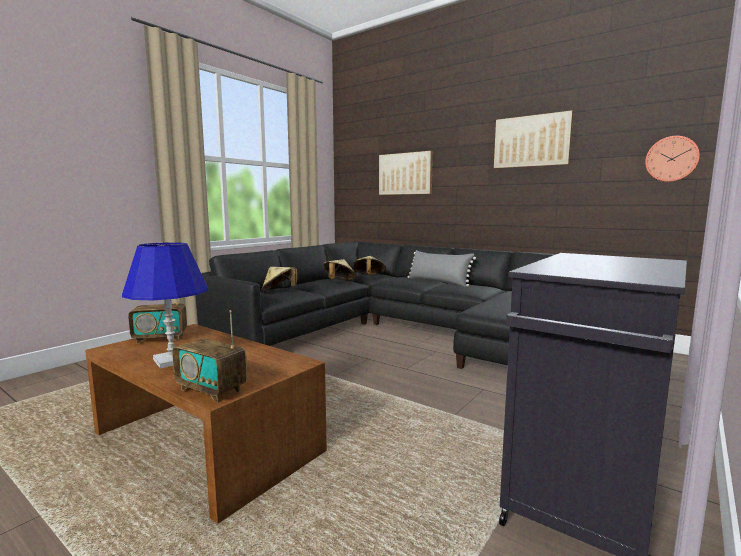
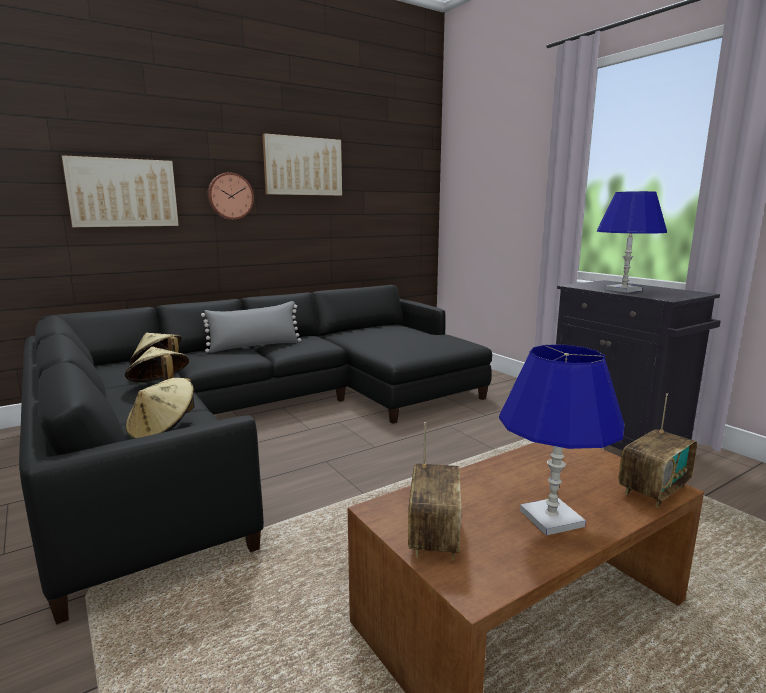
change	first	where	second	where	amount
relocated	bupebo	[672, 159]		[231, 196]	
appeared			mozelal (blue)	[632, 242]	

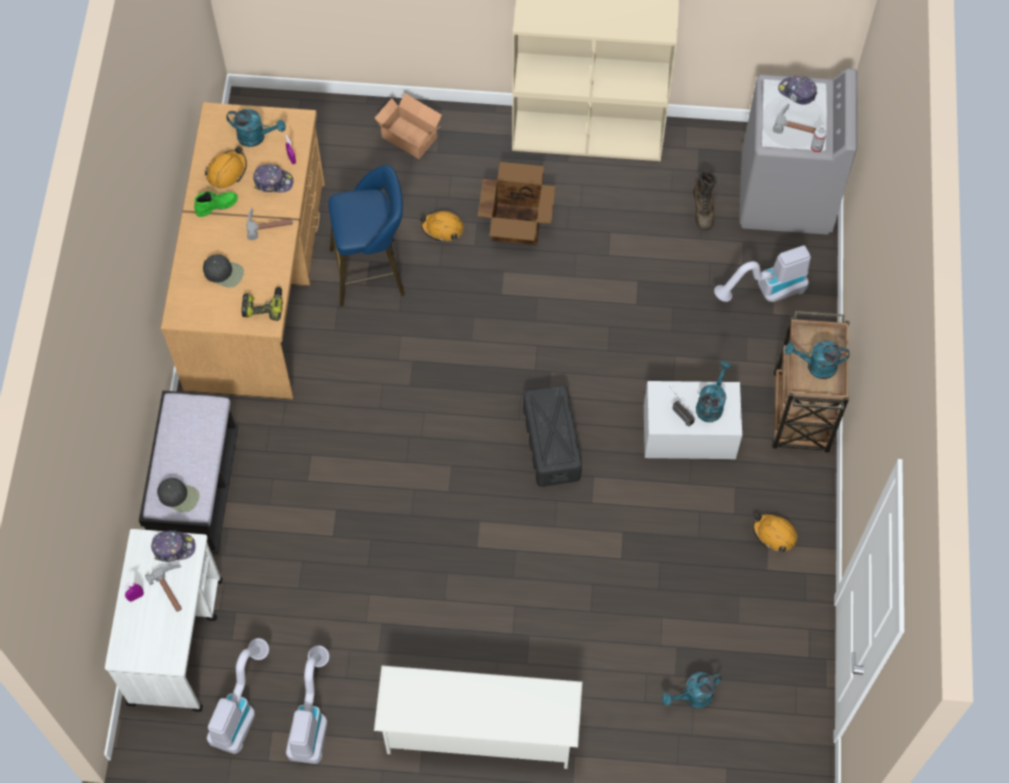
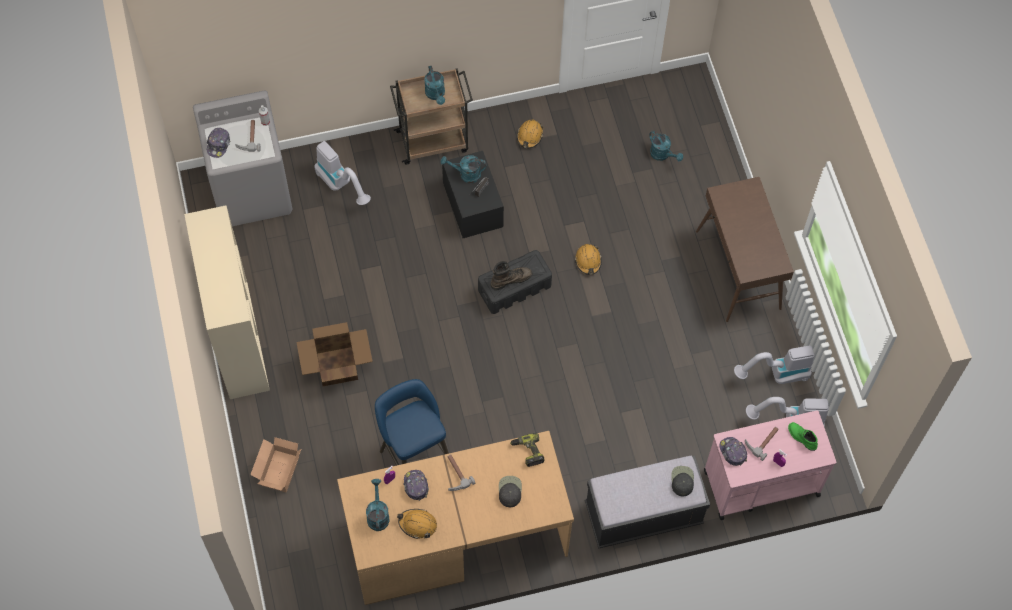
change	first	where	second	where	amount
colour	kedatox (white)	[164, 620]	kedatox (pink)	[770, 465]	
relocated	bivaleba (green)	[216, 204]		[803, 436]	
exchanged	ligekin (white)	[478, 717]	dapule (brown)	[745, 249]	
relocated	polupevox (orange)	[441, 226]		[588, 259]	
colour	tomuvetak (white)	[693, 420]	tomuvetak (black)	[473, 194]	
relocated	bivaleba (brown)	[705, 200]		[511, 276]	

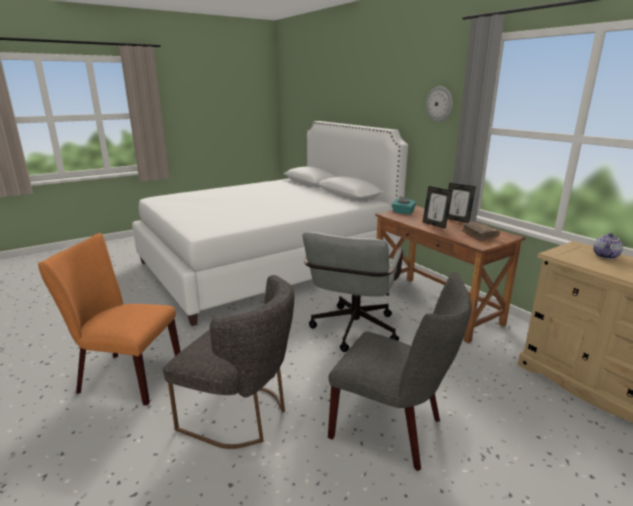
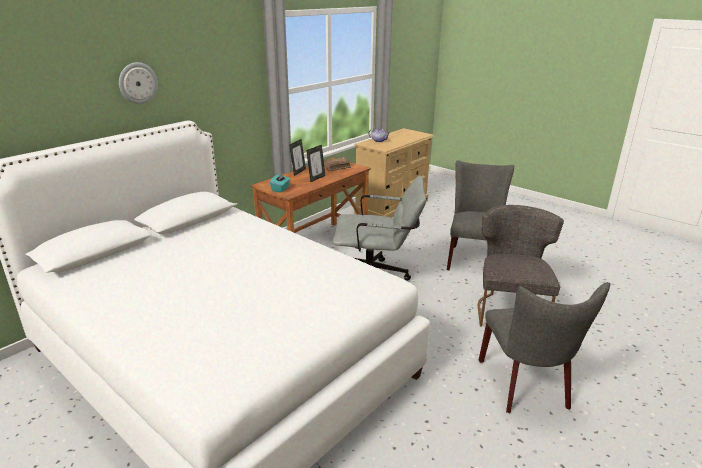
change	first	where	second	where	amount
colour	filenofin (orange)	[109, 319]	filenofin (grey)	[544, 347]	
relocated	bupebo	[439, 104]		[138, 83]	

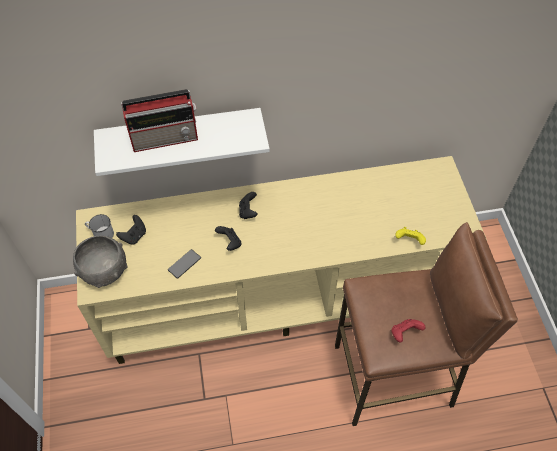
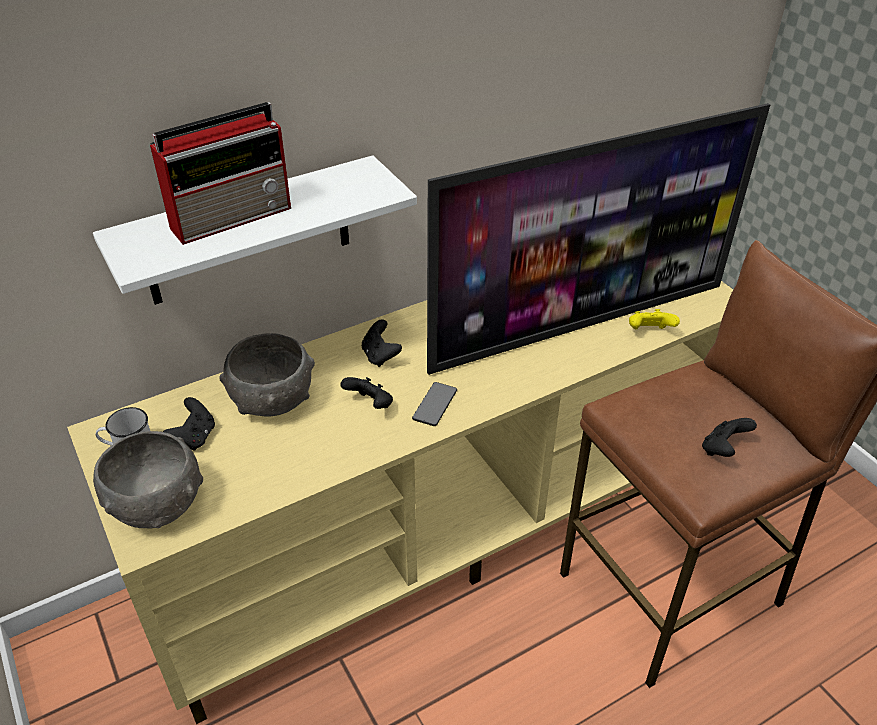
change	first	where	second	where	amount
relocated	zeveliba	[184, 264]		[434, 404]	
colour	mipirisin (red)	[408, 331]	mipirisin (black)	[729, 437]	
appeared			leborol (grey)	[267, 374]	
appeared			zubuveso	[598, 239]	

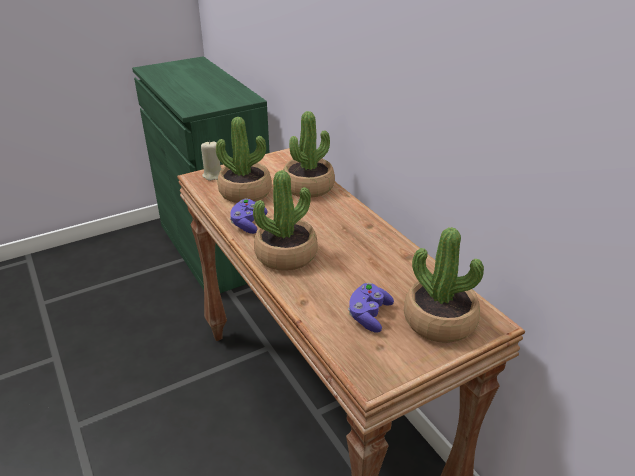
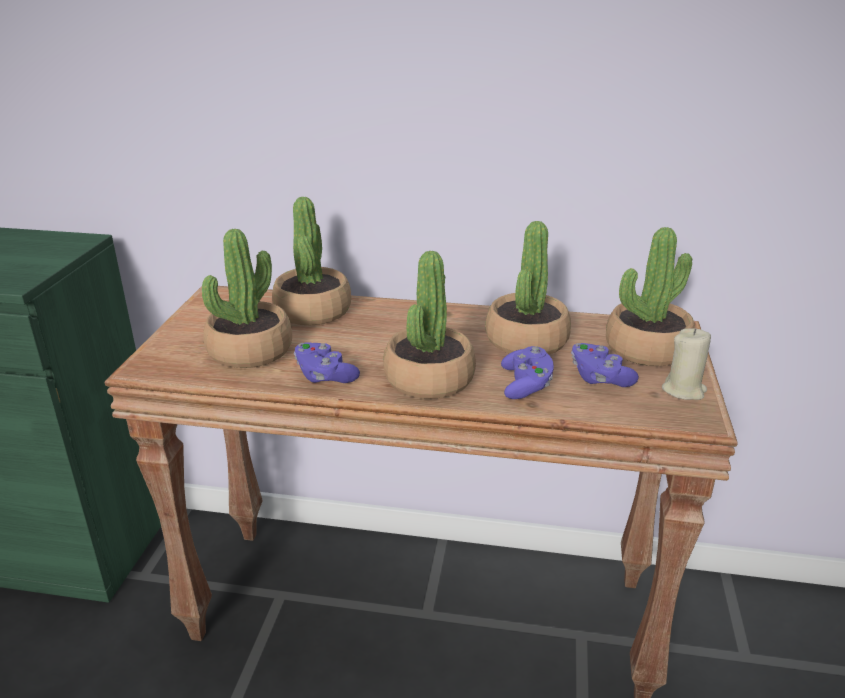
change	first	where	second	where	amount
relocated	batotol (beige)	[211, 161]		[686, 364]	
appeared			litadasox	[528, 287]	
appeared			mipirisin (purple)	[527, 372]	

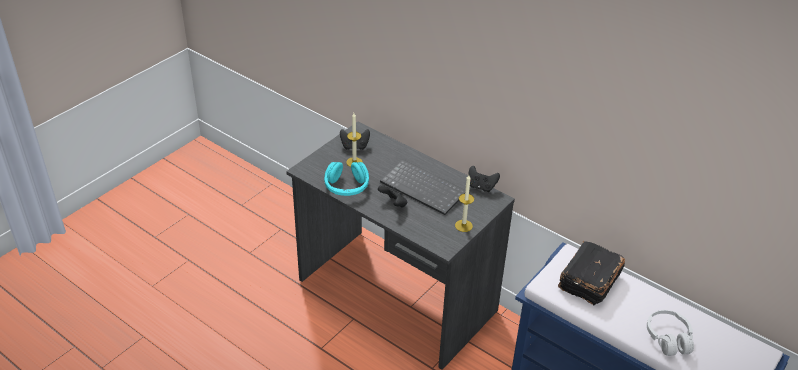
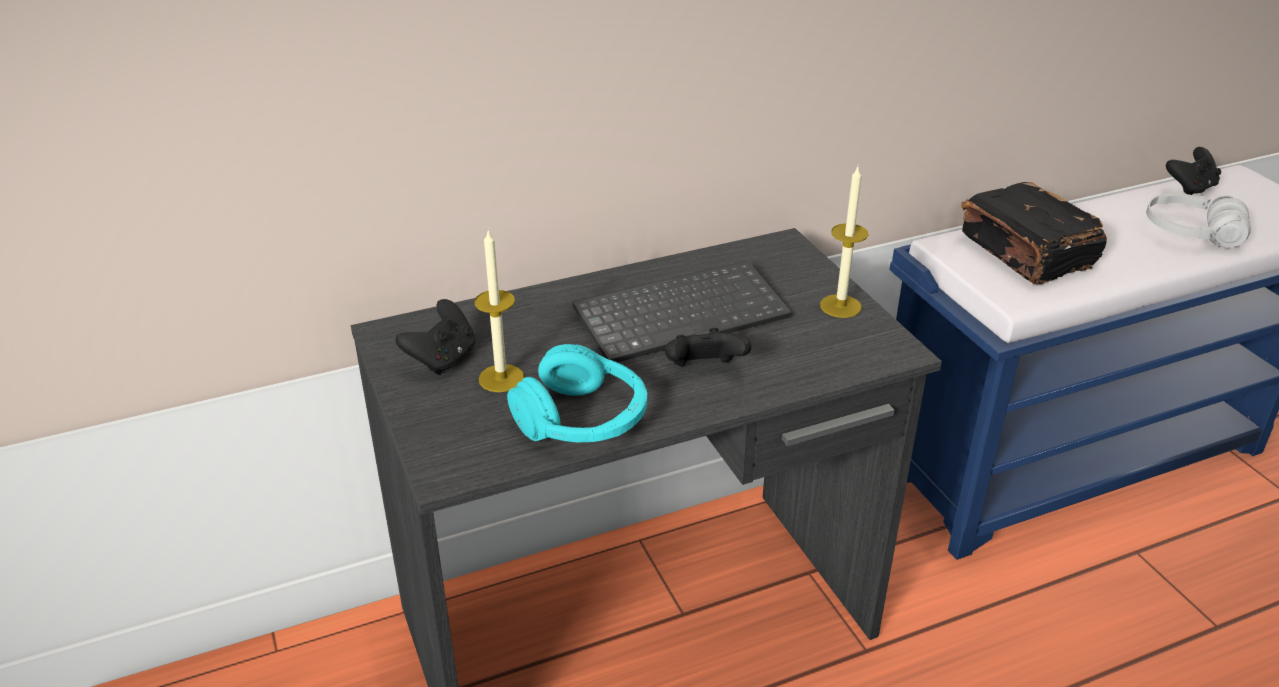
change	first	where	second	where	amount
relocated	mipirisin (black)	[484, 179]		[1193, 171]	

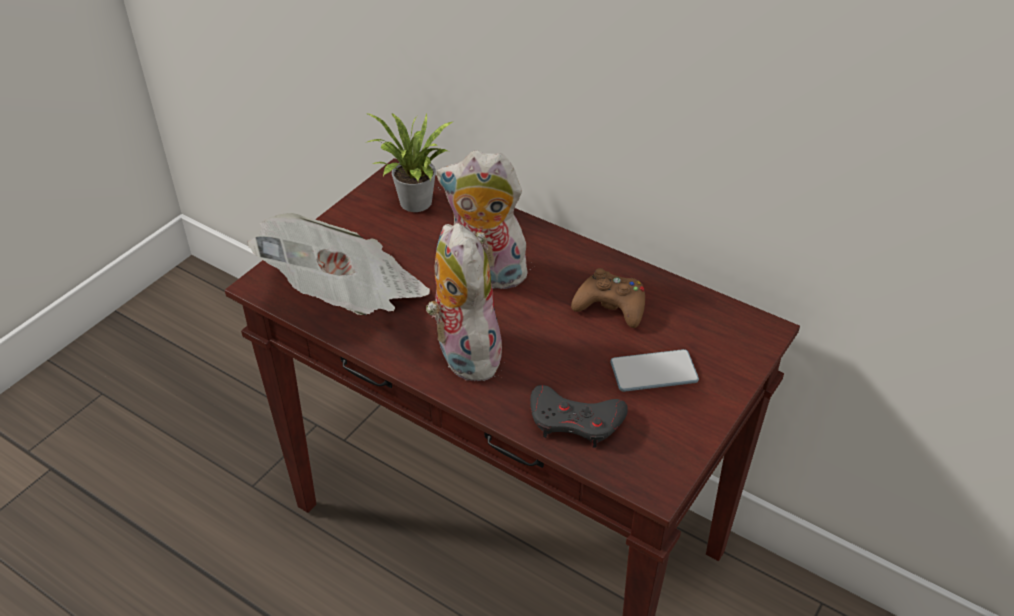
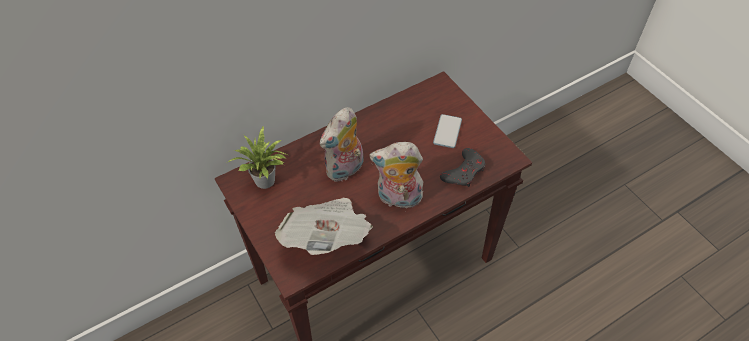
change	first	where	second	where	amount
missing	mipirisin (brown)	[608, 298]			

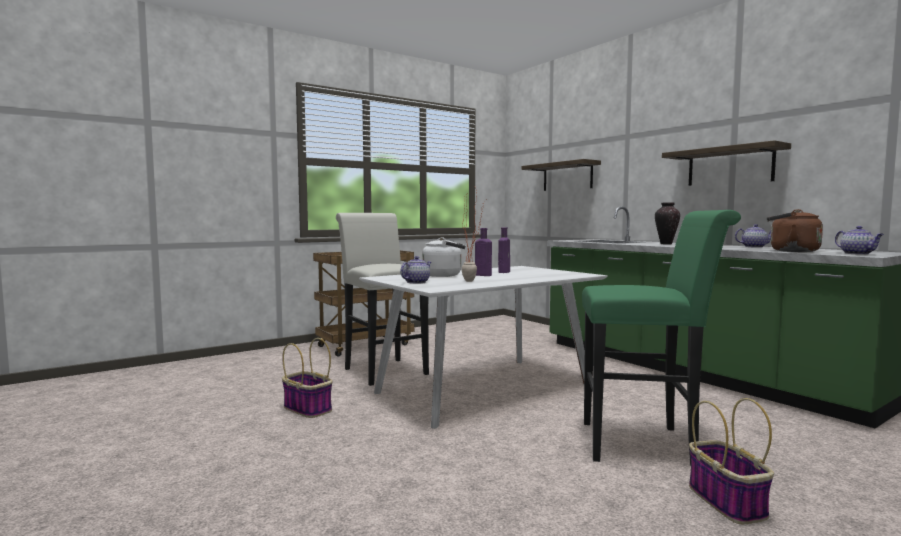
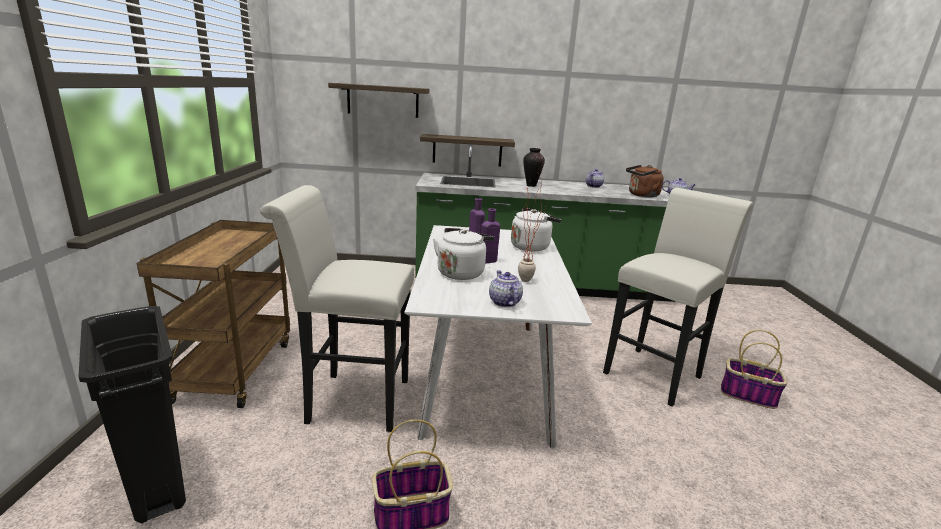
change	first	where	second	where	amount
colour	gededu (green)	[661, 337]	gededu (white)	[678, 297]	
relocated	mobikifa	[726, 163]		[467, 150]	
appeared			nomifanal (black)	[132, 414]	
appeared			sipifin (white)	[536, 229]	

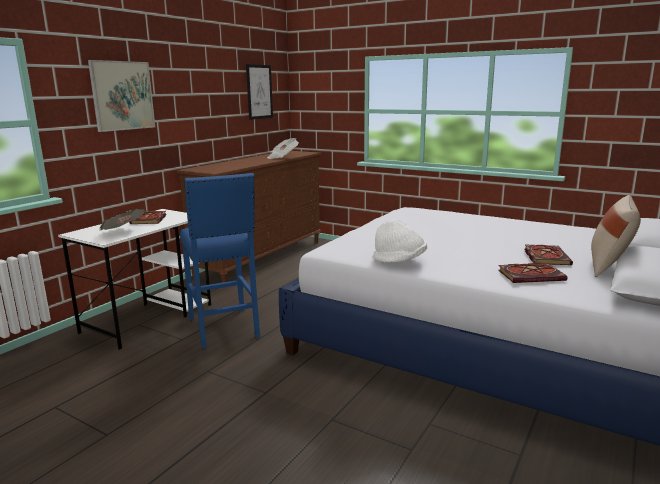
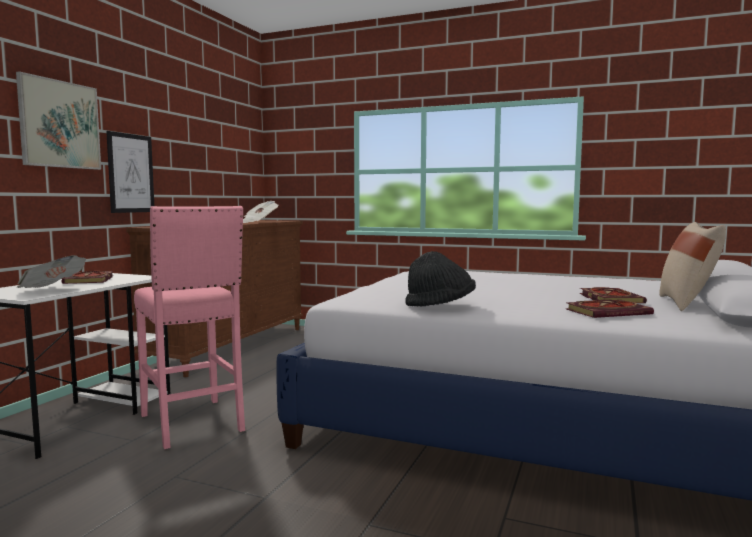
change	first	where	second	where	amount
colour	gededu (blue)	[220, 261]	gededu (pink)	[189, 327]	
relocated	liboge	[259, 92]		[130, 172]	
colour	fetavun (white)	[400, 241]	fetavun (black)	[440, 279]	

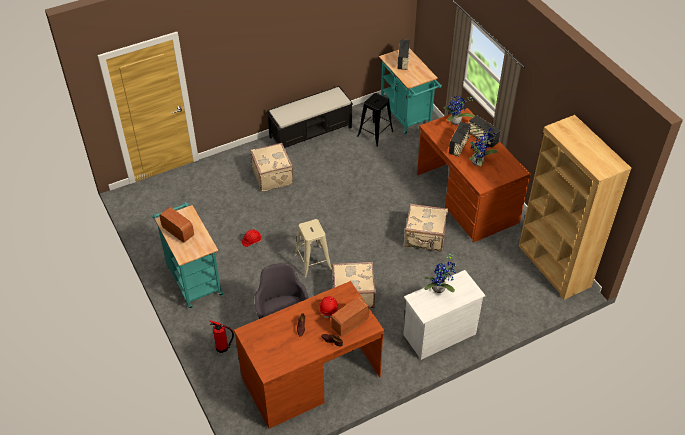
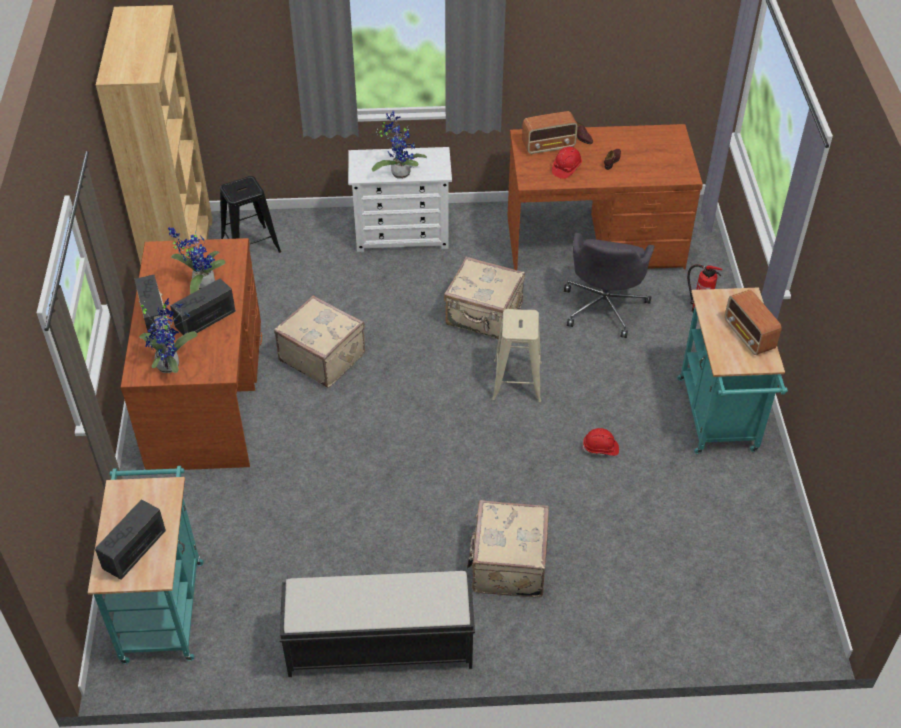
change	first	where	second	where	amount
relocated	gededu (black)	[375, 120]		[250, 214]	

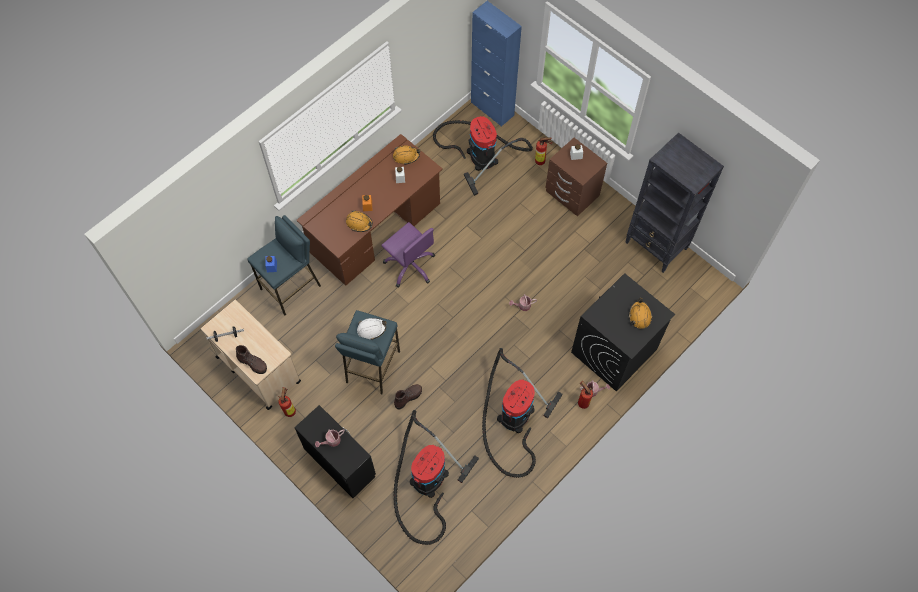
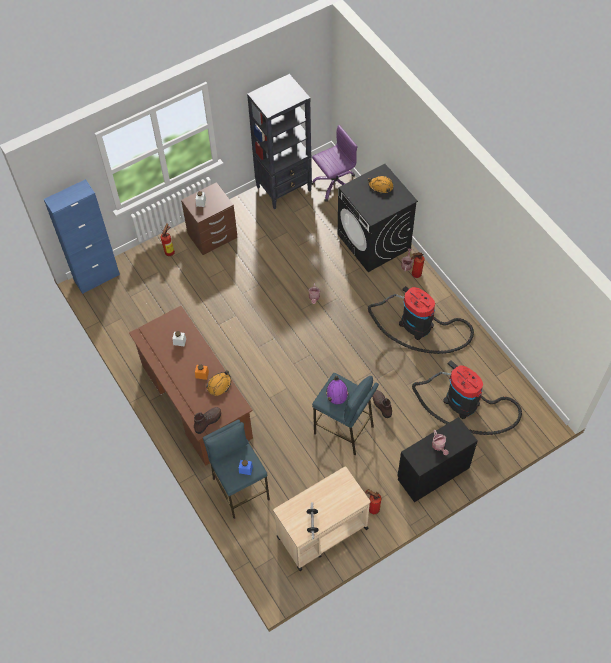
change	first	where	second	where	amount
relocated	bivaleba (brown)	[251, 359]		[207, 420]	
colour	polupevox (white)	[372, 329]	polupevox (purple)	[337, 390]	
relocated	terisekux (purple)	[408, 255]		[334, 163]	
missing	polupevox (orange)	[406, 155]			
missing	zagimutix	[483, 156]			

